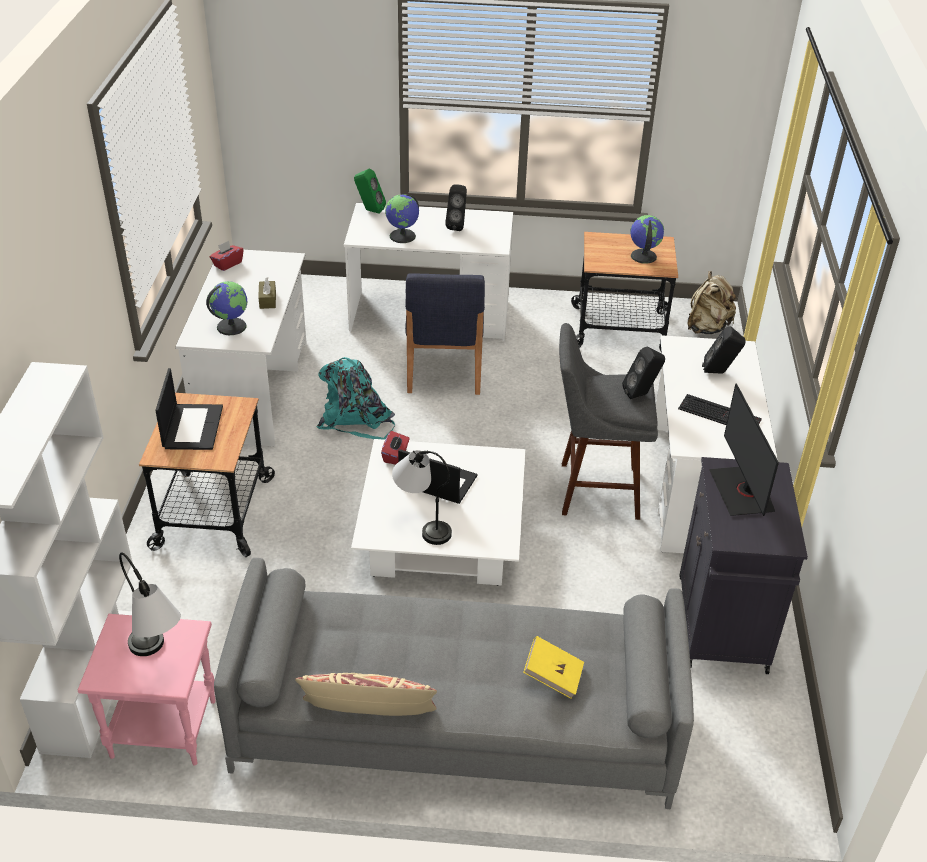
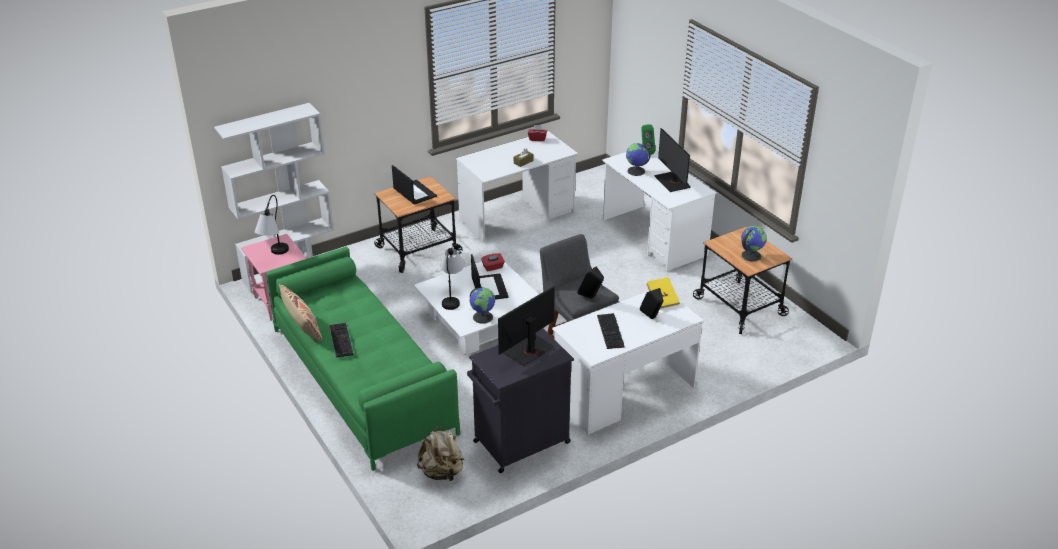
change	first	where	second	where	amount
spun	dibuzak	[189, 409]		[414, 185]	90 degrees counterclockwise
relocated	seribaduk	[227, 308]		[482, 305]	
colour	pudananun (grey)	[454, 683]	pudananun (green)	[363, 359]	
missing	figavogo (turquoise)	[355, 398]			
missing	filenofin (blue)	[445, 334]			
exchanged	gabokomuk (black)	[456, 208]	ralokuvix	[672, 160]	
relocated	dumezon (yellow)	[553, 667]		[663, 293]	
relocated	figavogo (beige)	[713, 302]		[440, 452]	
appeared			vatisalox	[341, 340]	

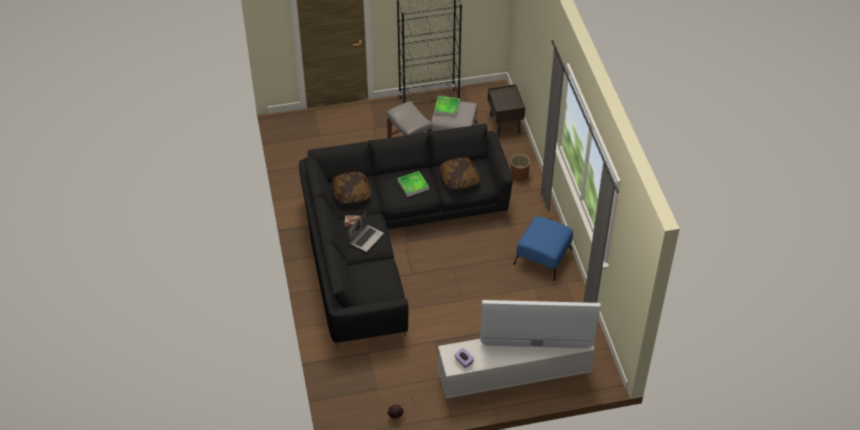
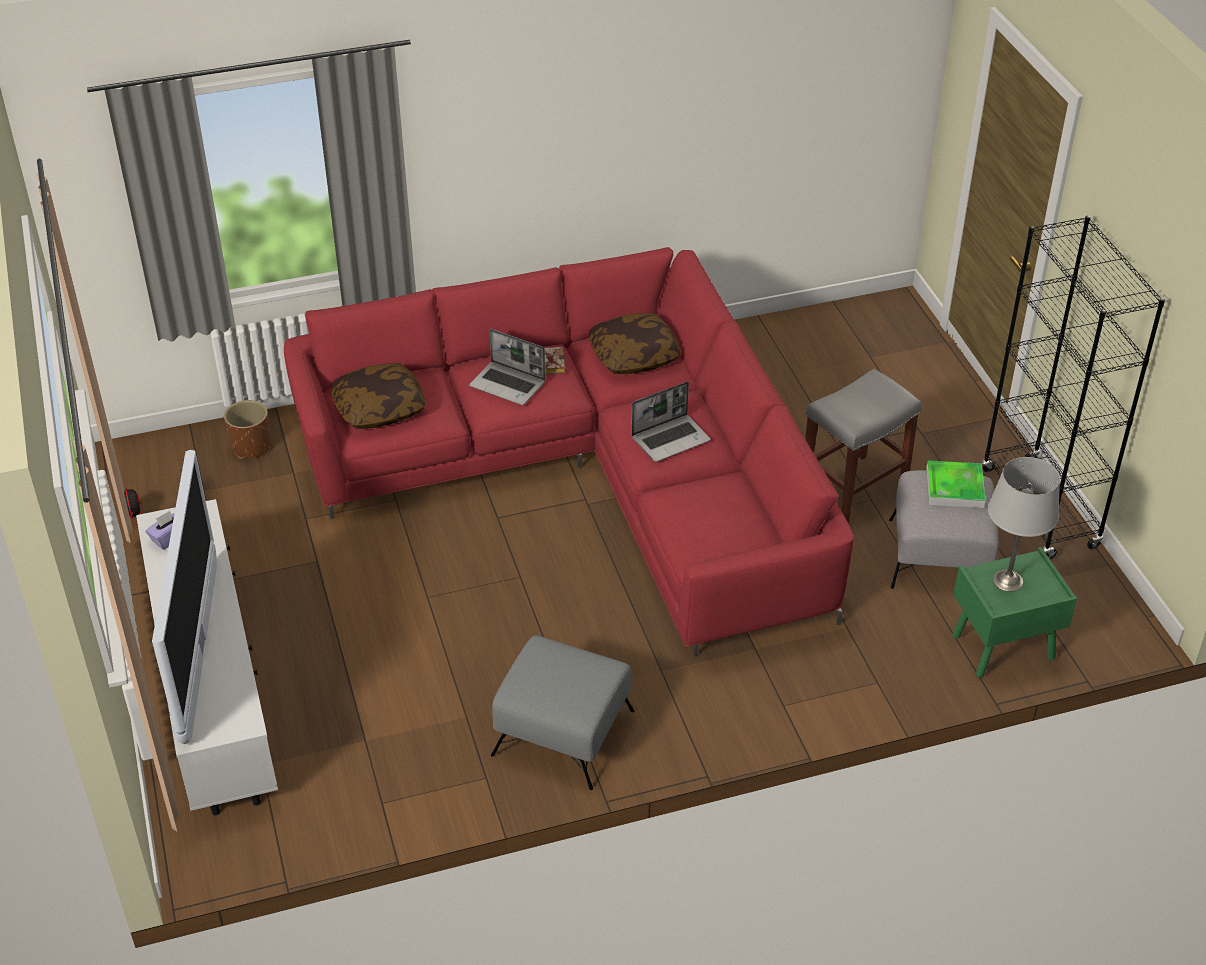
change	first	where	second	where	amount
colour	pudananun (black)	[406, 235]	pudananun (red)	[569, 452]	
exchanged	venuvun	[413, 184]	dibuzak	[671, 421]	
relocated	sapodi	[459, 173]		[378, 396]	
colour	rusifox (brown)	[506, 110]	rusifox (green)	[1014, 612]	
relocated	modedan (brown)	[520, 167]		[247, 429]	
colour	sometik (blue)	[543, 248]	sometik (grey)	[562, 712]	
appeared			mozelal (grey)	[1024, 524]	

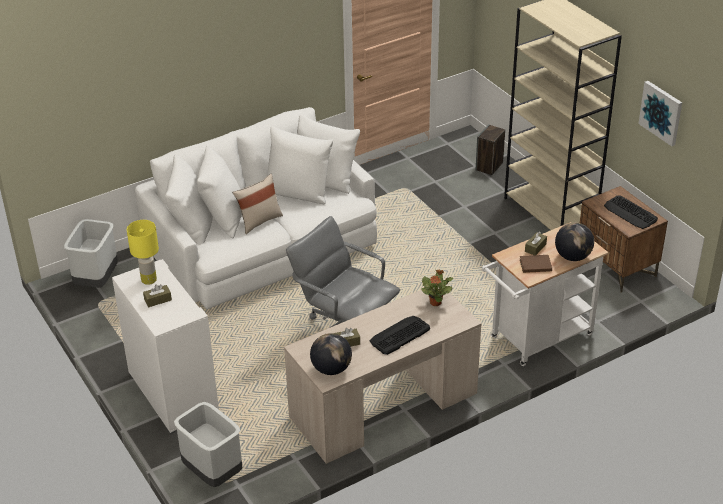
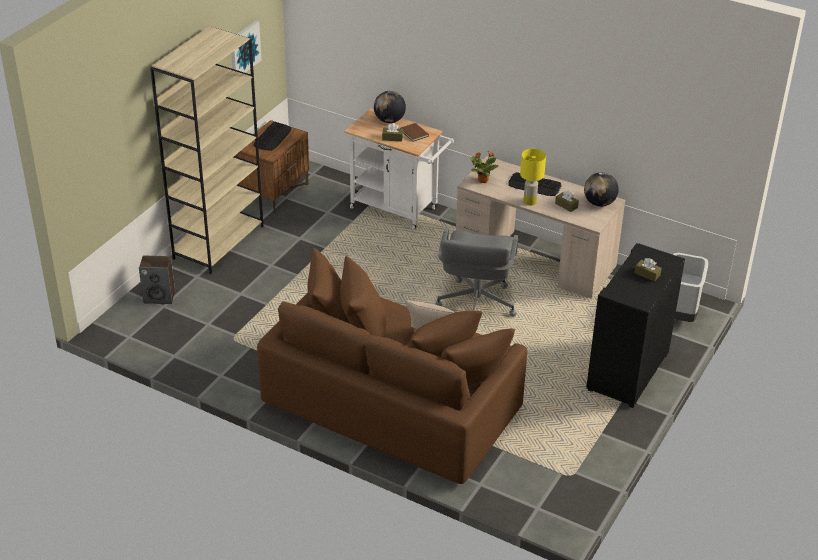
change	first	where	second	where	amount
missing	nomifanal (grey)	[91, 253]			
colour	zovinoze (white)	[165, 346]	zovinoze (black)	[635, 325]	
relocated	mozelal (yellow)	[143, 252]		[533, 177]	
colour	pudananun (white)	[256, 208]	pudananun (brown)	[392, 366]	

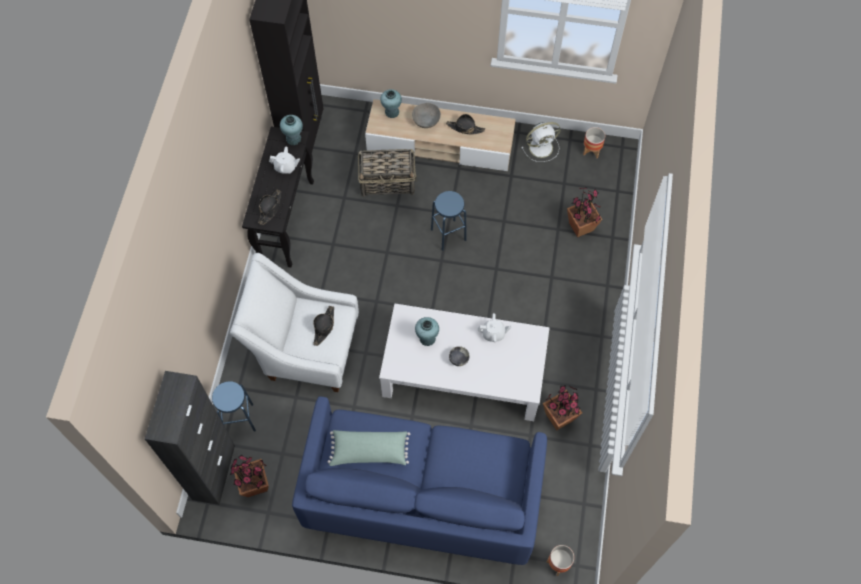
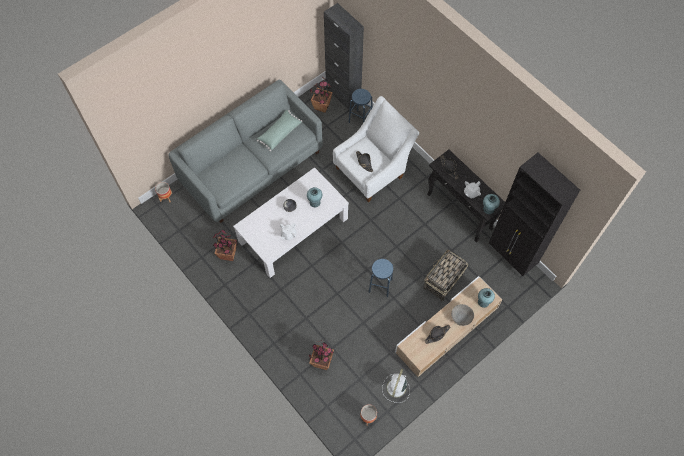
change	first	where	second	where	amount
colour	pudananun (blue)	[419, 480]	pudananun (grey)	[246, 151]	

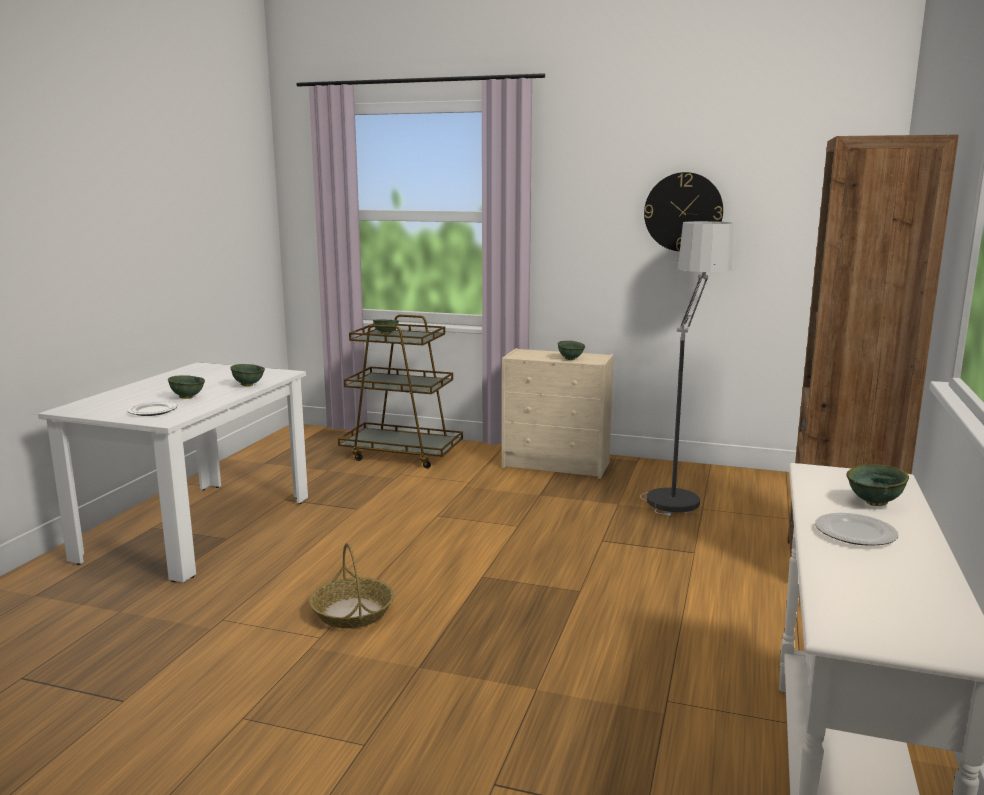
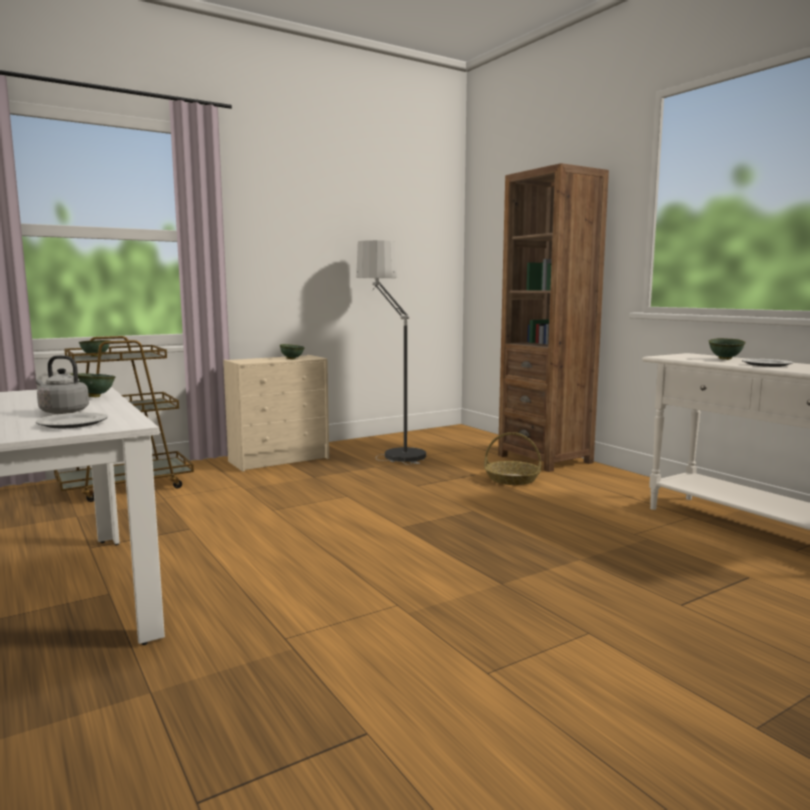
change	first	where	second	where	amount
exchanged	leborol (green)	[186, 387]	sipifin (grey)	[62, 384]	
relocated	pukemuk	[351, 585]		[512, 458]	
missing	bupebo	[683, 211]			

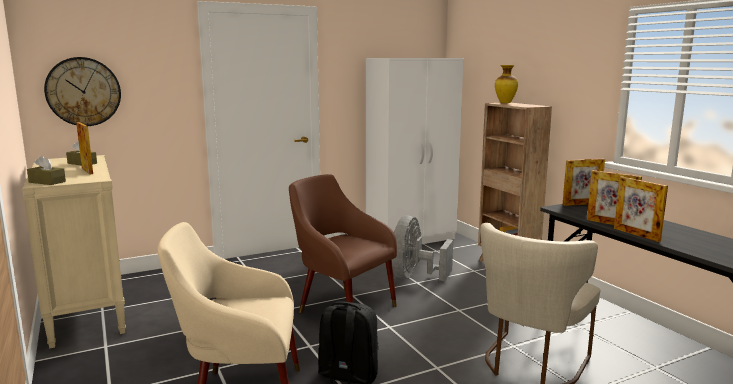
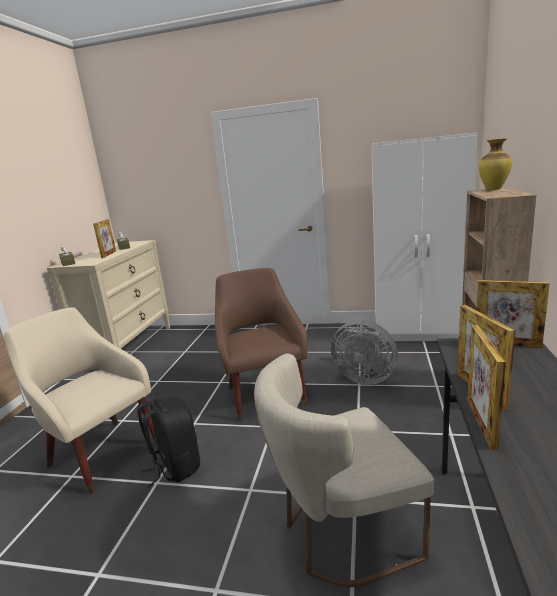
change	first	where	second	where	amount
missing	bupebo	[82, 91]			
spun	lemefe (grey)	[422, 248]		[364, 352]	120 degrees counterclockwise

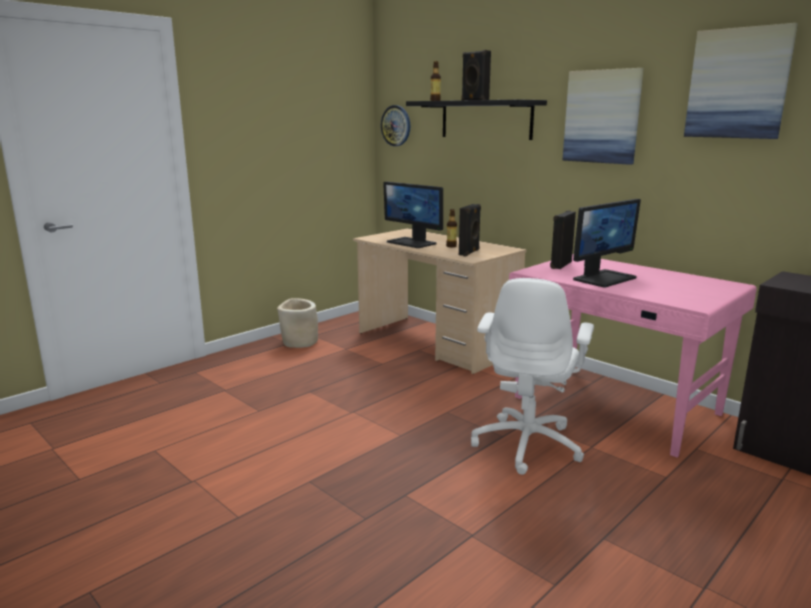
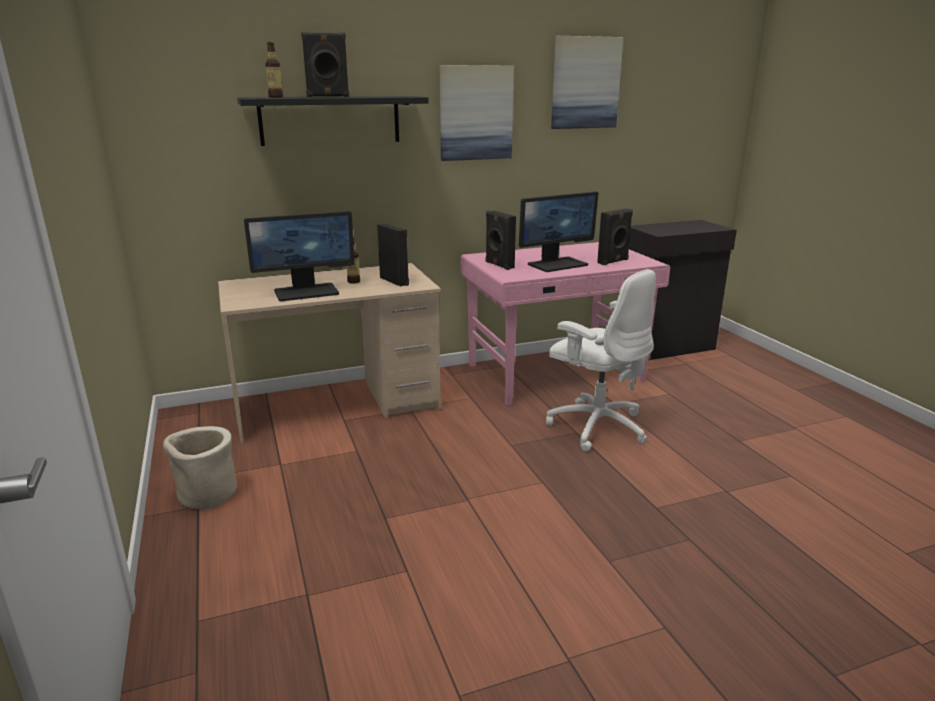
change	first	where	second	where	amount
missing	bupebo	[395, 125]			
spun	ralokuvix	[607, 243]		[558, 231]	75 degrees clockwise
appeared			gabokomuk (black)	[615, 236]	

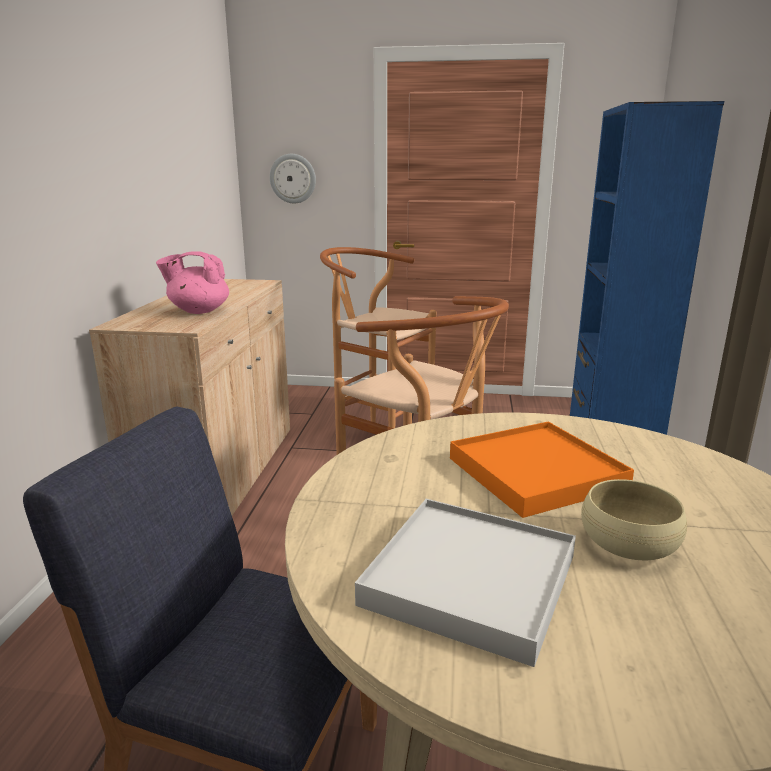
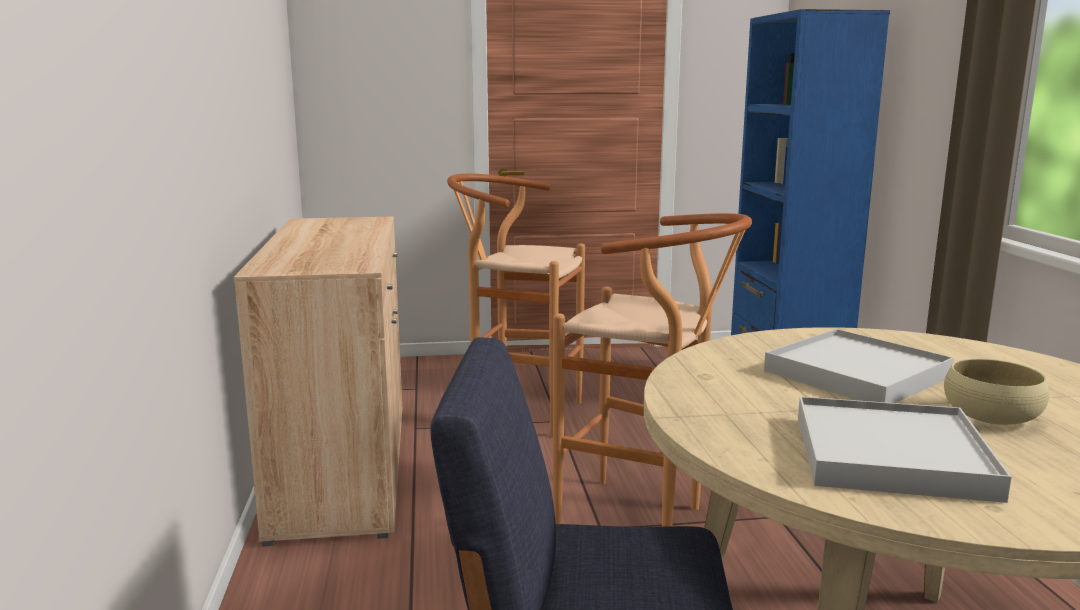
change	first	where	second	where	amount
missing	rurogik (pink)	[192, 282]			
missing	bupebo	[293, 178]			
colour	venuvun (orange)	[542, 470]	venuvun (white)	[859, 366]	

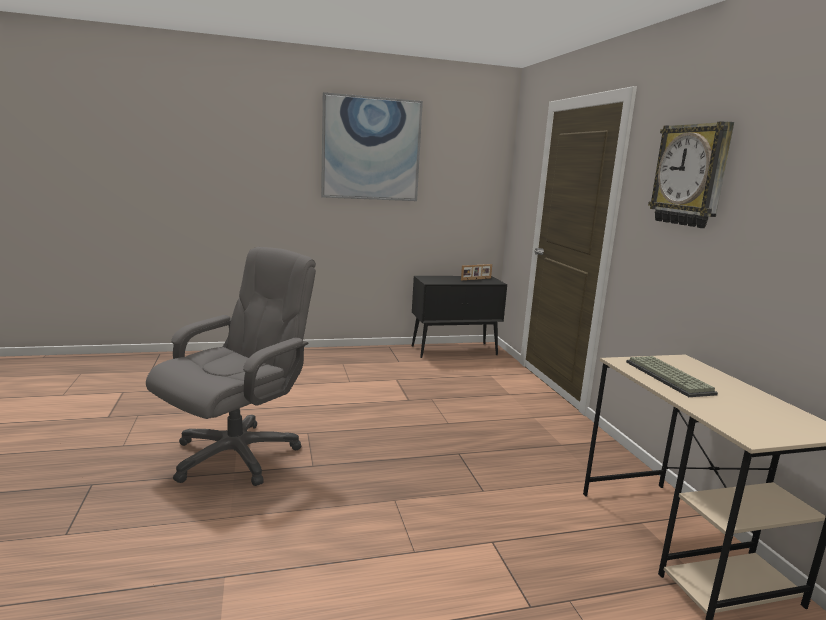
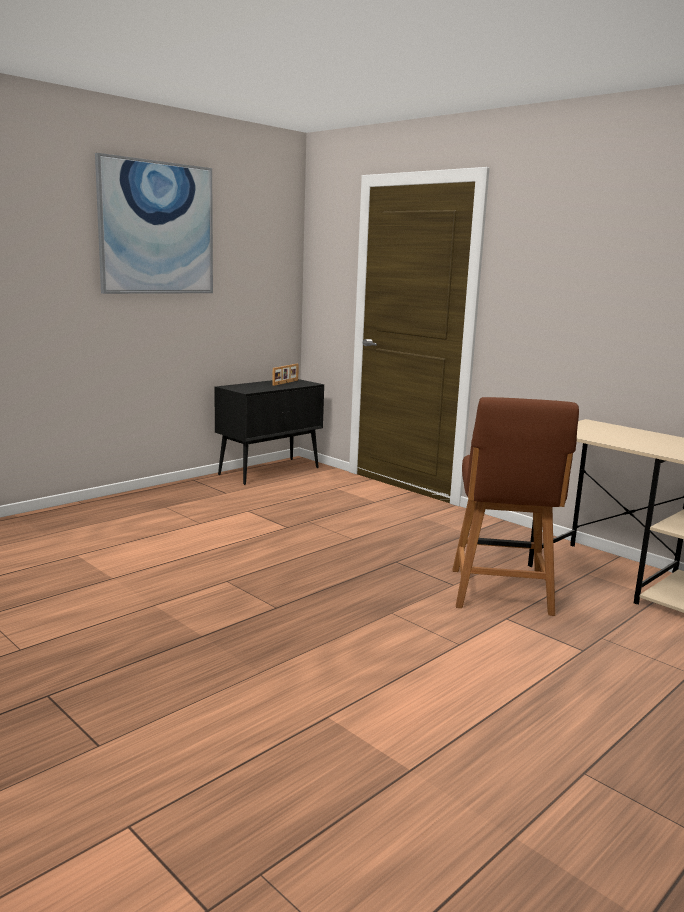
change	first	where	second	where	amount
missing	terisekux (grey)	[231, 366]			
missing	vatisalox	[672, 376]			
missing	bupebo	[691, 174]			
appeared			filenofin (brown)	[515, 506]	

